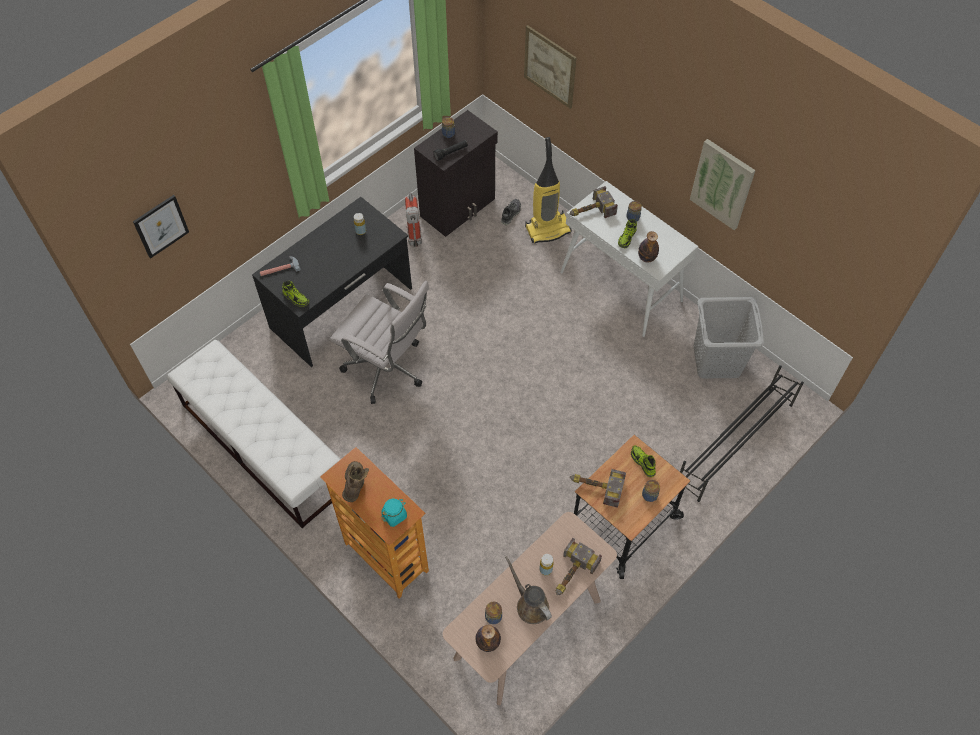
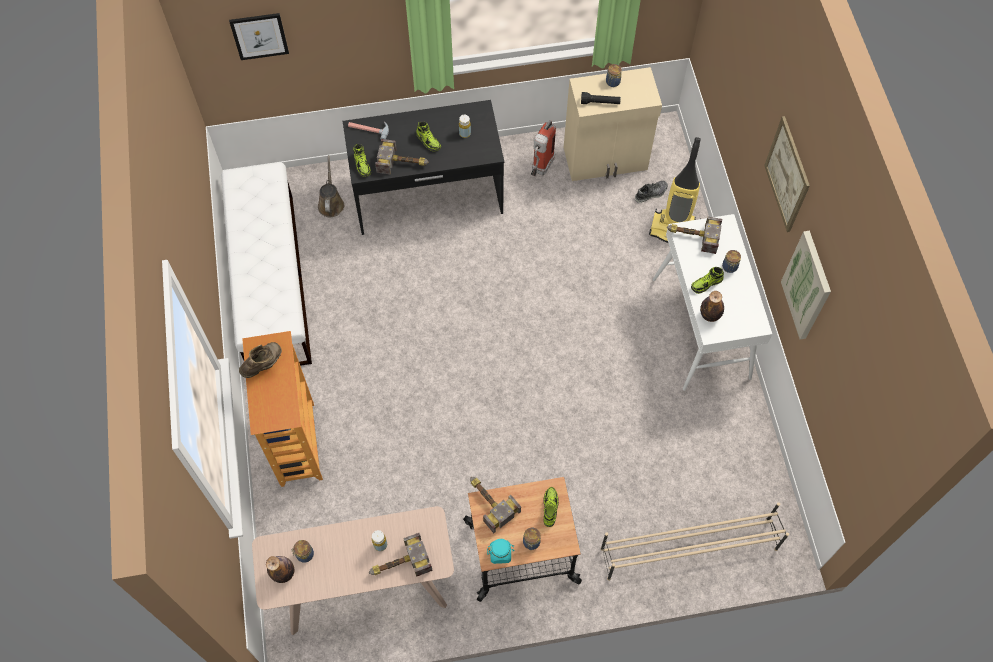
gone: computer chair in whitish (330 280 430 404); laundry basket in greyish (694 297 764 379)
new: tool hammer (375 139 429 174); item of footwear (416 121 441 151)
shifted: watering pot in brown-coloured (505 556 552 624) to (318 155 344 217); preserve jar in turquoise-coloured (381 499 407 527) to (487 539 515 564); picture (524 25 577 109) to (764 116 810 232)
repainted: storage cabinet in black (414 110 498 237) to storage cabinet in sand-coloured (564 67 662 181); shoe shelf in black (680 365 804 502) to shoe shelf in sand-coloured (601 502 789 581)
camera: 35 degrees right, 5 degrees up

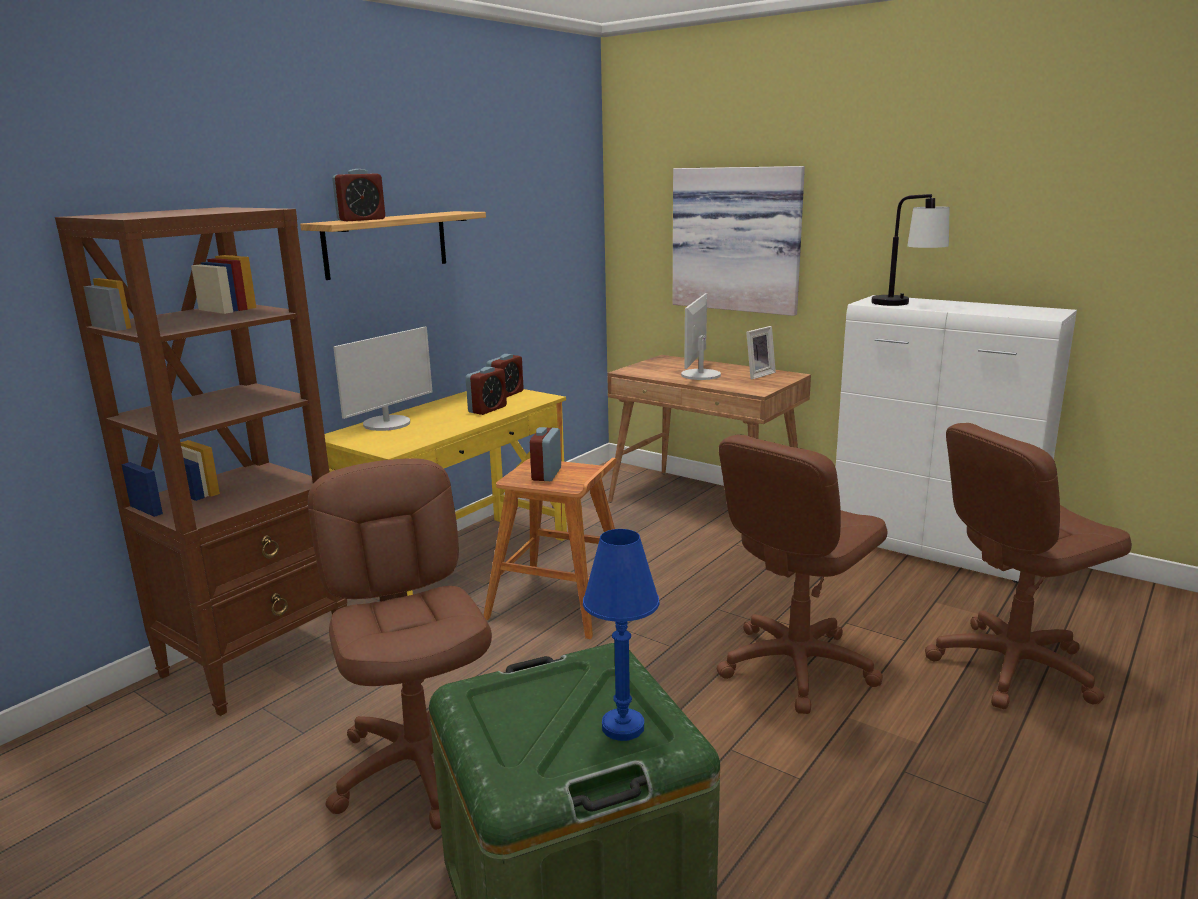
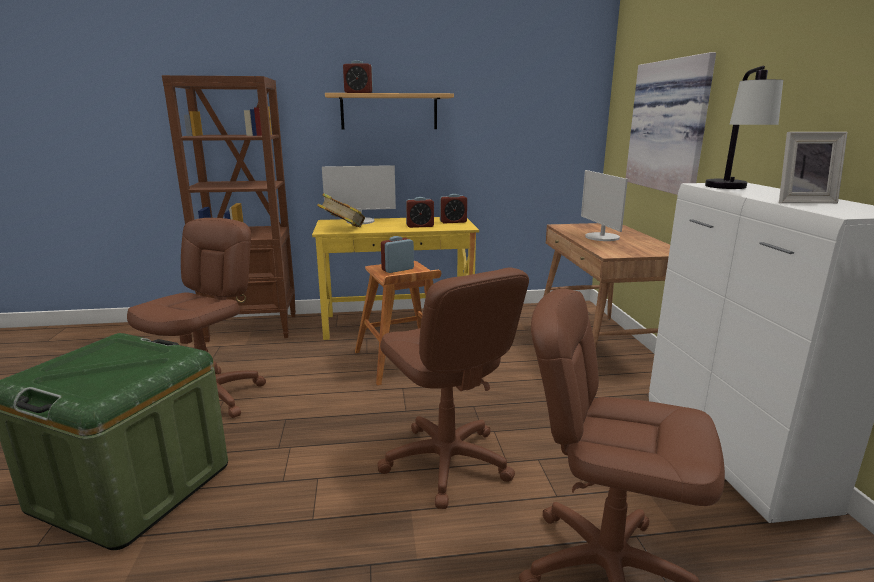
gone: lamp for a table in blue (583 529 660 741)
new: volume (317 193 365 227)
shifted: photo frame (746 326 776 380) to (779 132 848 203)
rotated: computer chair in brown-coloured (716 434 888 714) = (377 268 529 509) 120 degrees counterclockwise; monitor (681 293 721 380) = (581 170 628 241) 75 degrees counterclockwise
camera: 45 degrees right, 0 degrees up

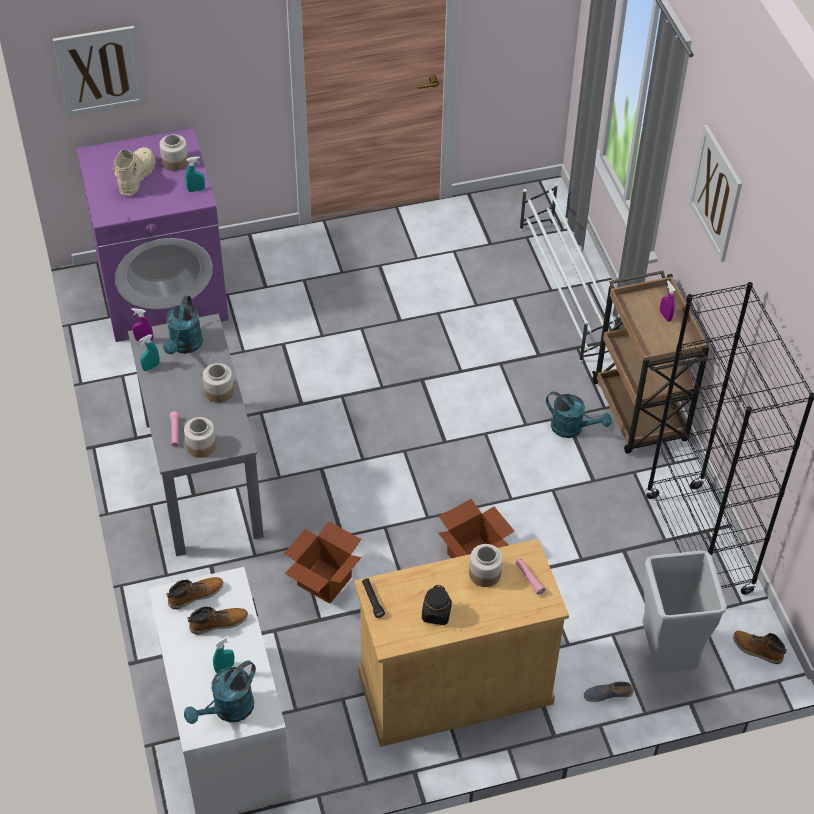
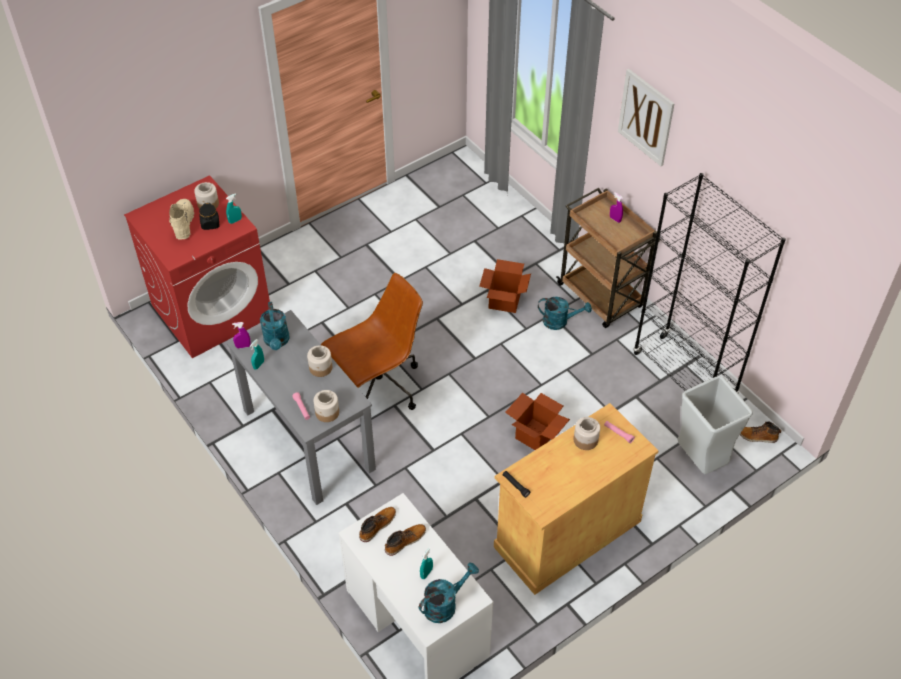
gone: picture (53 26 145 117); shoe shelf in whitish (520 183 621 363); item of footwear (584 682 634 702)
new: computer chair in brown-coloured (321 273 423 410)
shifted: preserve jar in black (422 585 452 625) to (199 203 219 230); cardboard box (284 521 362 604) to (479 259 531 313)
repainted: laundry machine in purplish (76 128 229 342) to laundry machine in red (124 175 270 358)
rotated: watering pot in turquoise-coloured (184 660 256 724) = (419 562 479 623) 150 degrees counterclockwise
camera: 20 degrees left, 0 degrees up

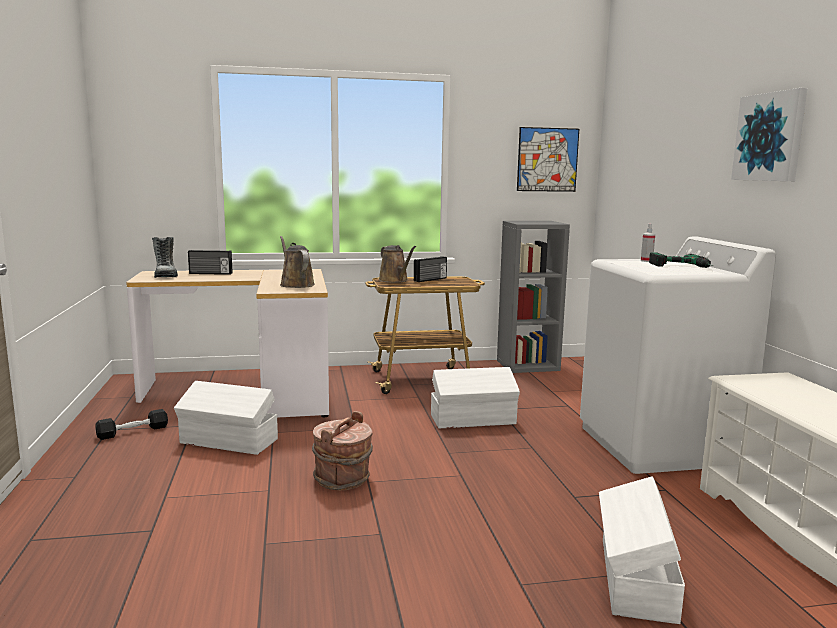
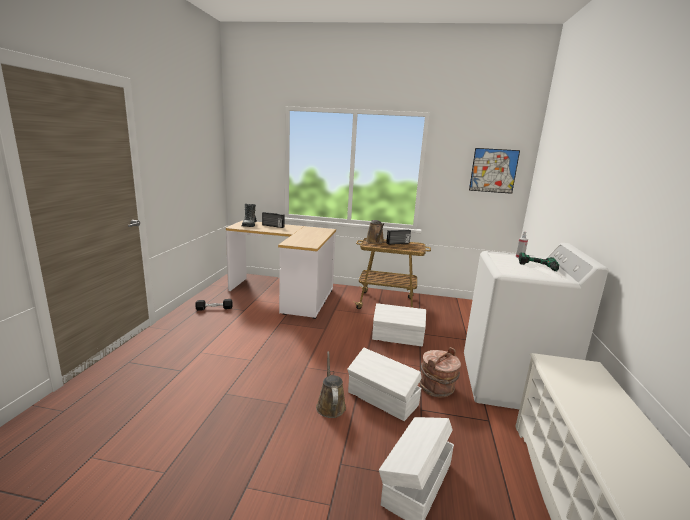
gone: bookcase in greyish (497 221 570 373); picture (731 88 807 181)
shifted: watering pot in brown-coloured (280 236 315 288) to (316 351 346 418); storage container in whitish (174 381 278 455) to (347 348 422 421); water bucket in brown-coloured (312 411 373 490) to (419 347 461 398)
camera: 20 degrees right, 5 degrees up

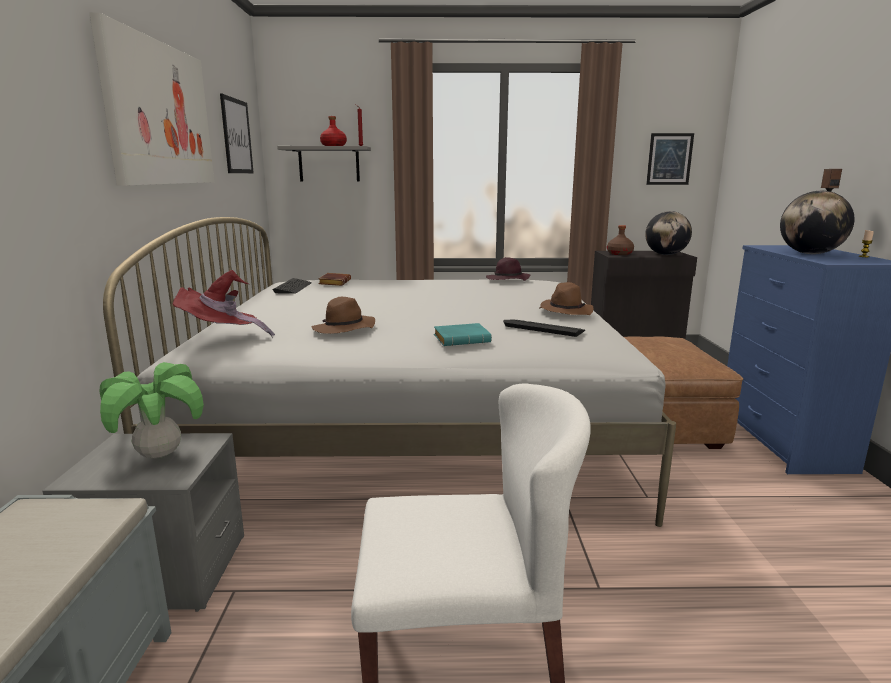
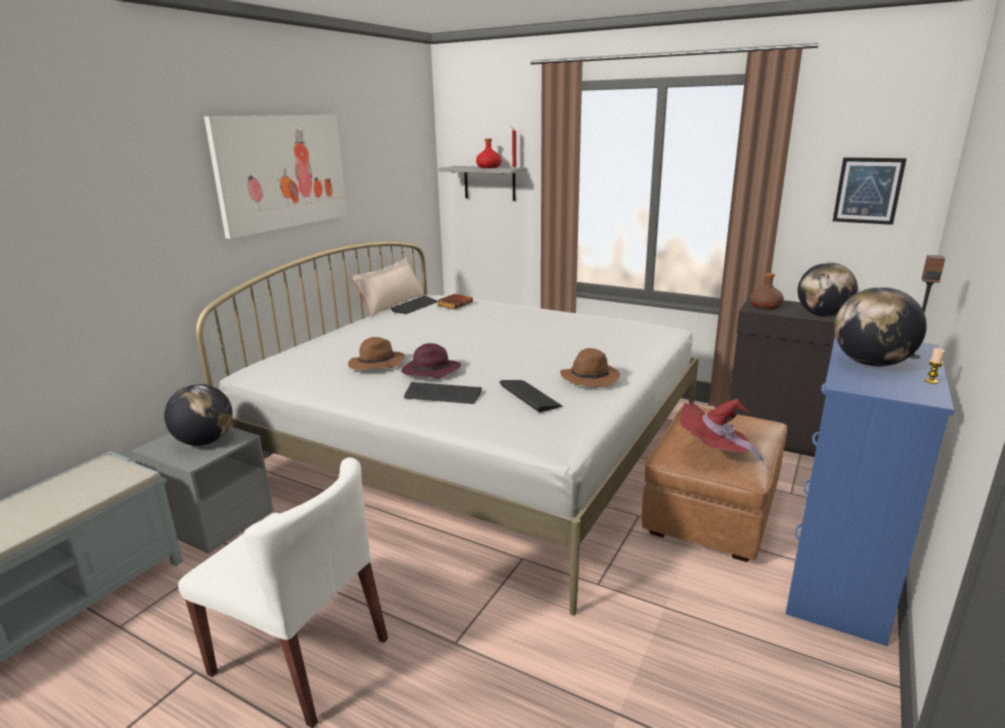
gone: picture (220 94 254 173)
new: cushion in sand-coloured (350 258 424 317)
shifted: hat in purplish (486 257 530 281) to (401 343 461 379); hat in red (172 270 275 338) to (680 399 764 466)
swapped: potted plant (100 362 204 459) to globe (164 384 233 446); volume in turquoise-coloured (434 323 492 346) to keyboard (404 382 482 404)
camera: 30 degrees right, 5 degrees up

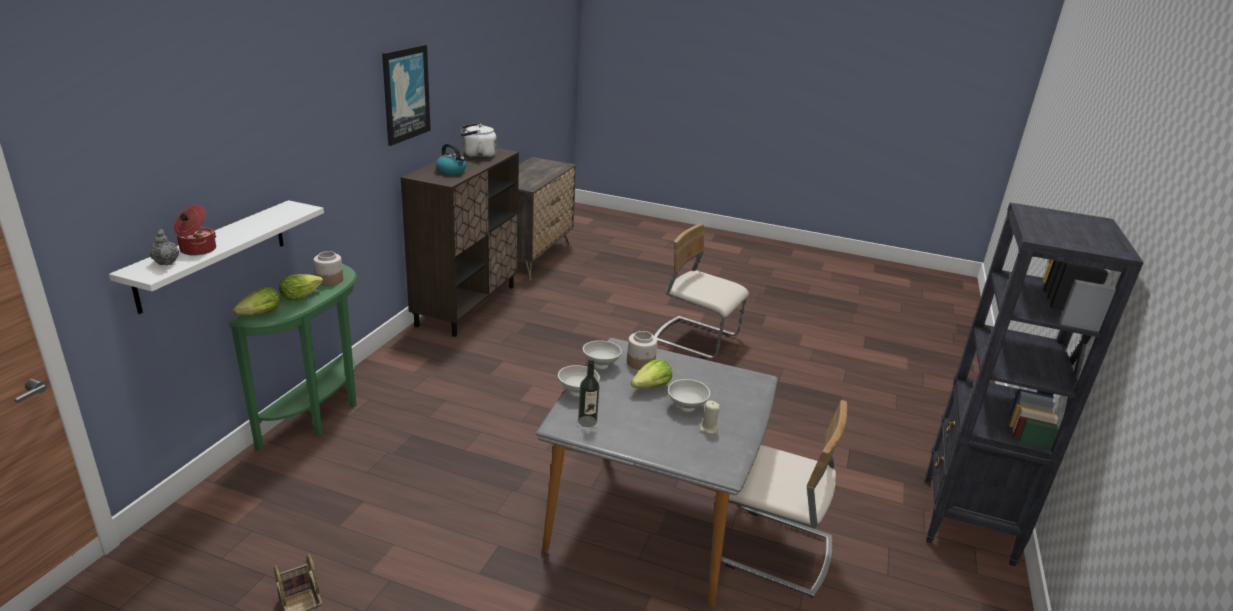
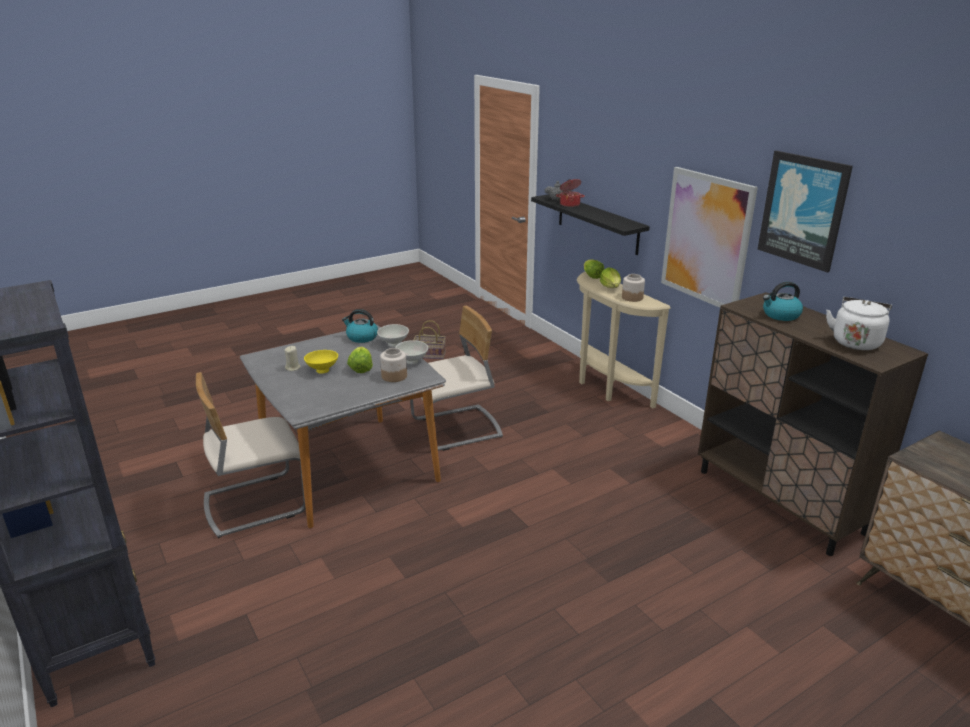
new: picture (661 167 758 308)
shifted: plain chair in sand-coloured (654 223 749 359) to (410 306 503 451)
swapped: bottle (578 360 599 427) to kettle (342 309 378 343)
repainted: deep dish in whitish (668 379 710 412) to deep dish in yellowish (304 350 338 374); shelf in whitish (109 200 324 314) to shelf in black (531 194 650 255); console table in green (228 264 357 450) to console table in sand-coloured (577 272 671 408)
camera: 130 degrees right, 0 degrees up

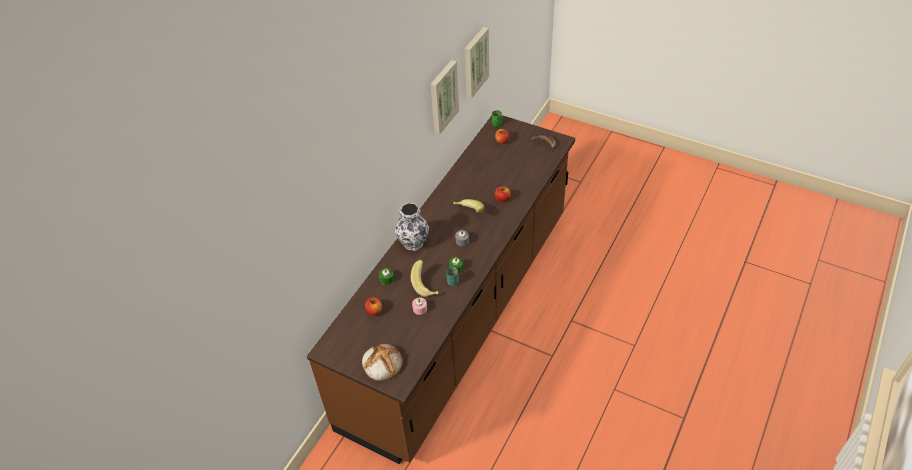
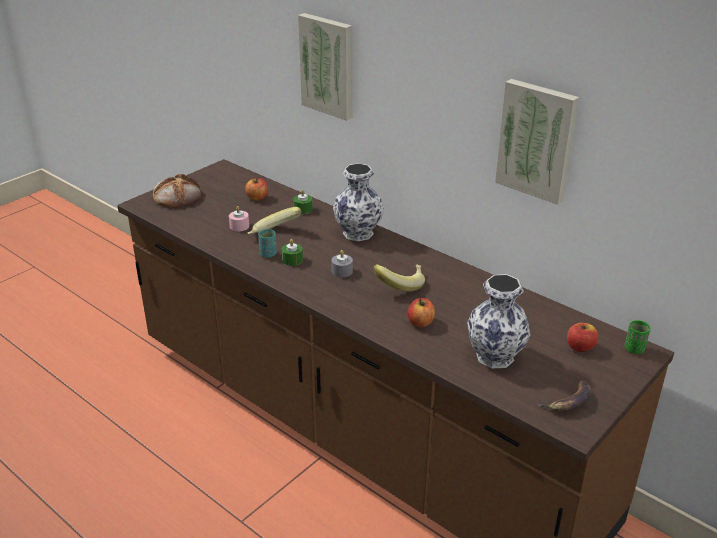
new: vase (467 274 530 369)
shifted: picture (465 27 489 98) to (298 13 353 121)
camera: 100 degrees right, 15 degrees down

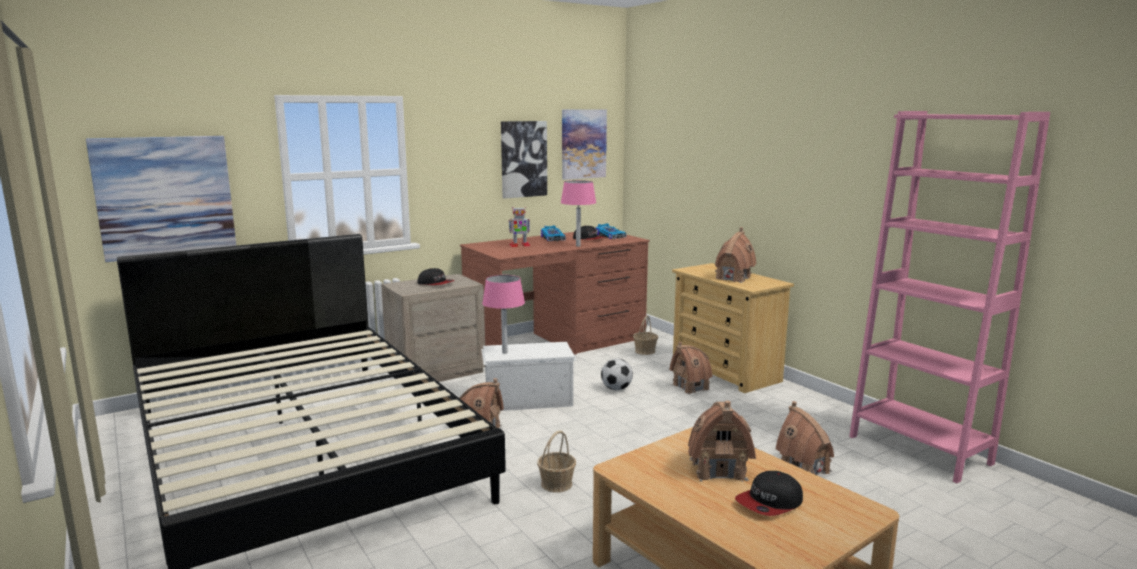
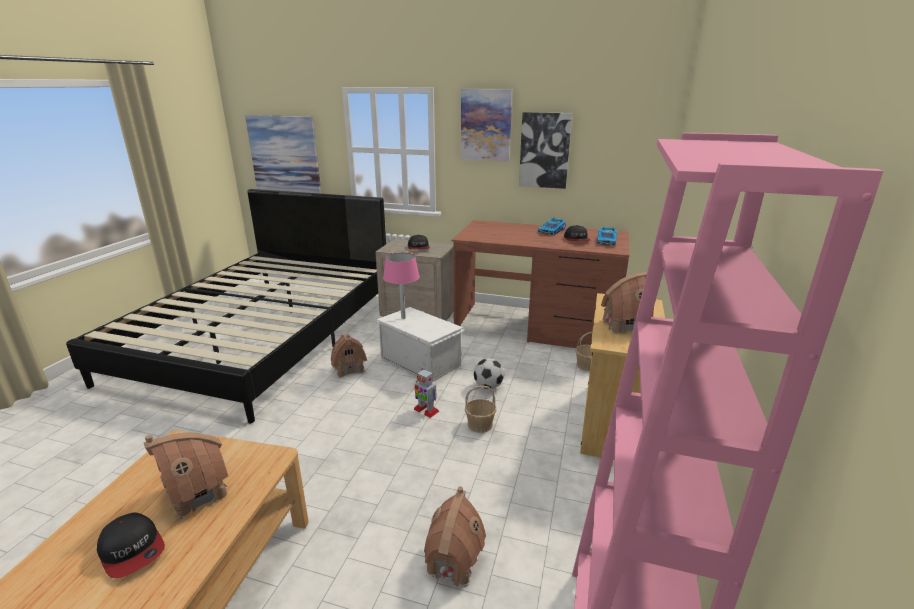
gone: lamp for a table in pink-coloured (561 180 596 247); miniature house (669 342 713 395)
shifted: toy robot (509 207 530 247) to (413 368 439 418); picture (562 109 607 180) to (461 89 512 161); household basket (537 431 576 493) to (465 385 496 433)
rotated: baseball cap (735 471 803 516) = (97 512 165 578) 150 degrees counterclockwise
camera: 50 degrees right, 10 degrees up

